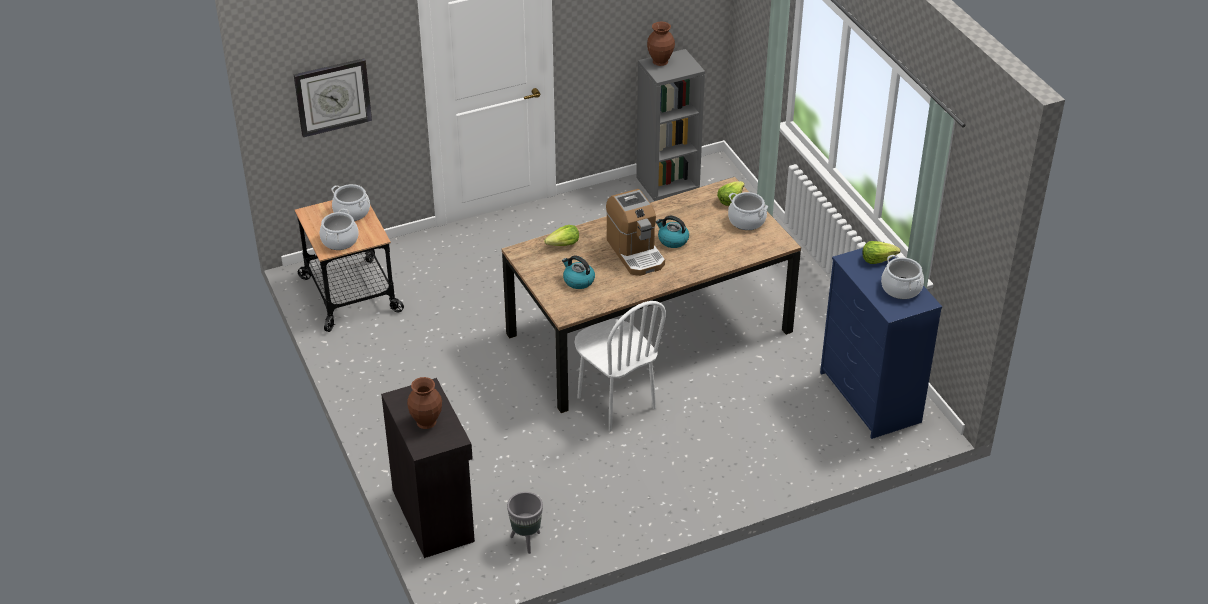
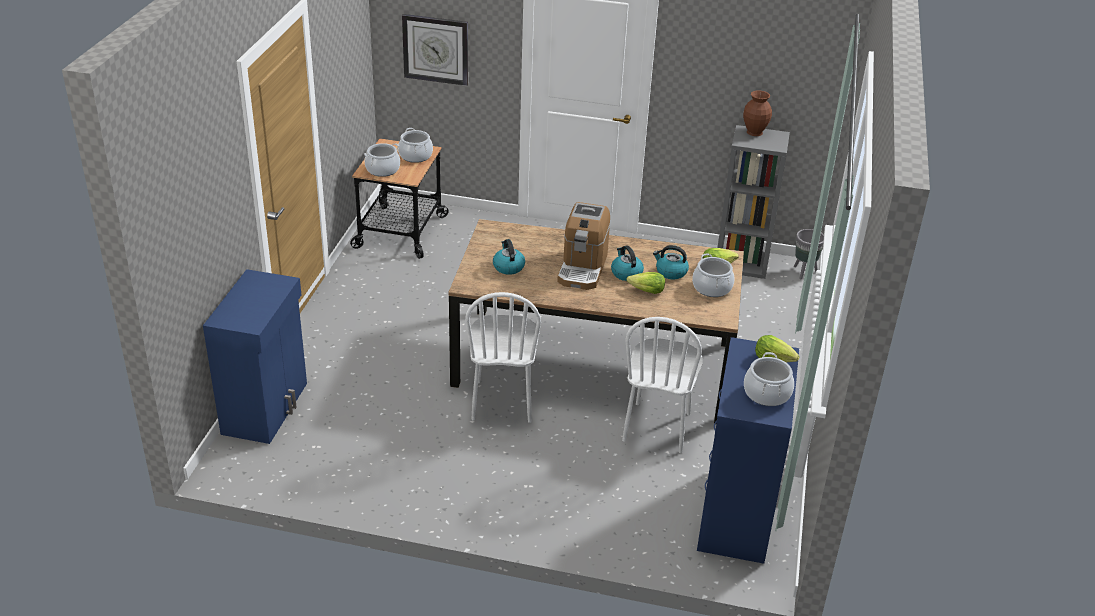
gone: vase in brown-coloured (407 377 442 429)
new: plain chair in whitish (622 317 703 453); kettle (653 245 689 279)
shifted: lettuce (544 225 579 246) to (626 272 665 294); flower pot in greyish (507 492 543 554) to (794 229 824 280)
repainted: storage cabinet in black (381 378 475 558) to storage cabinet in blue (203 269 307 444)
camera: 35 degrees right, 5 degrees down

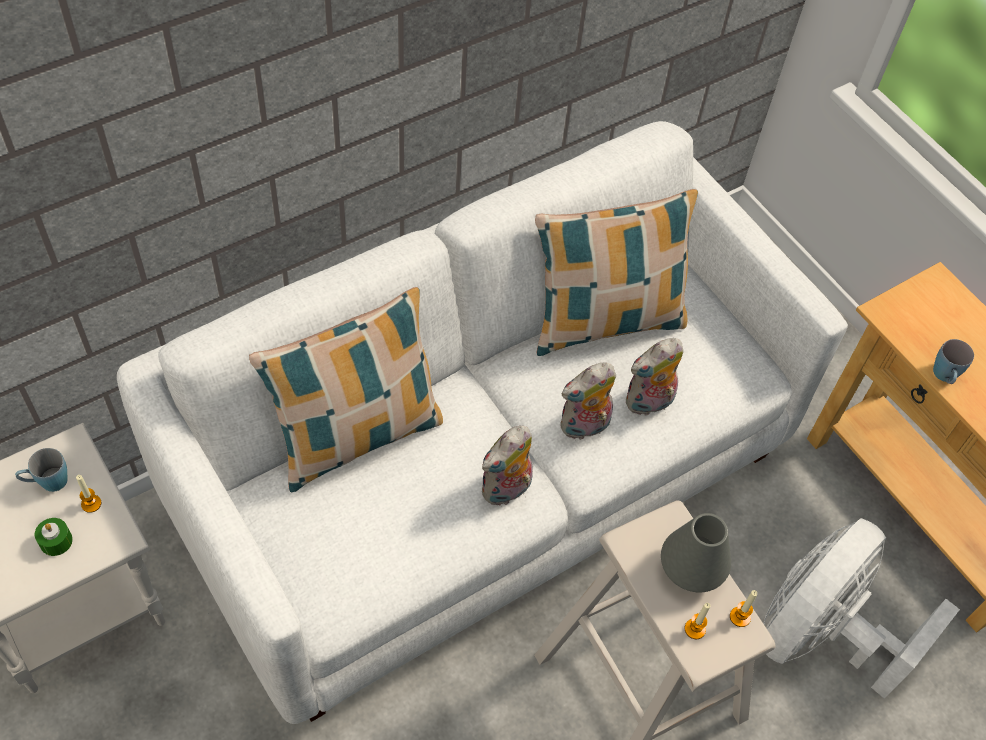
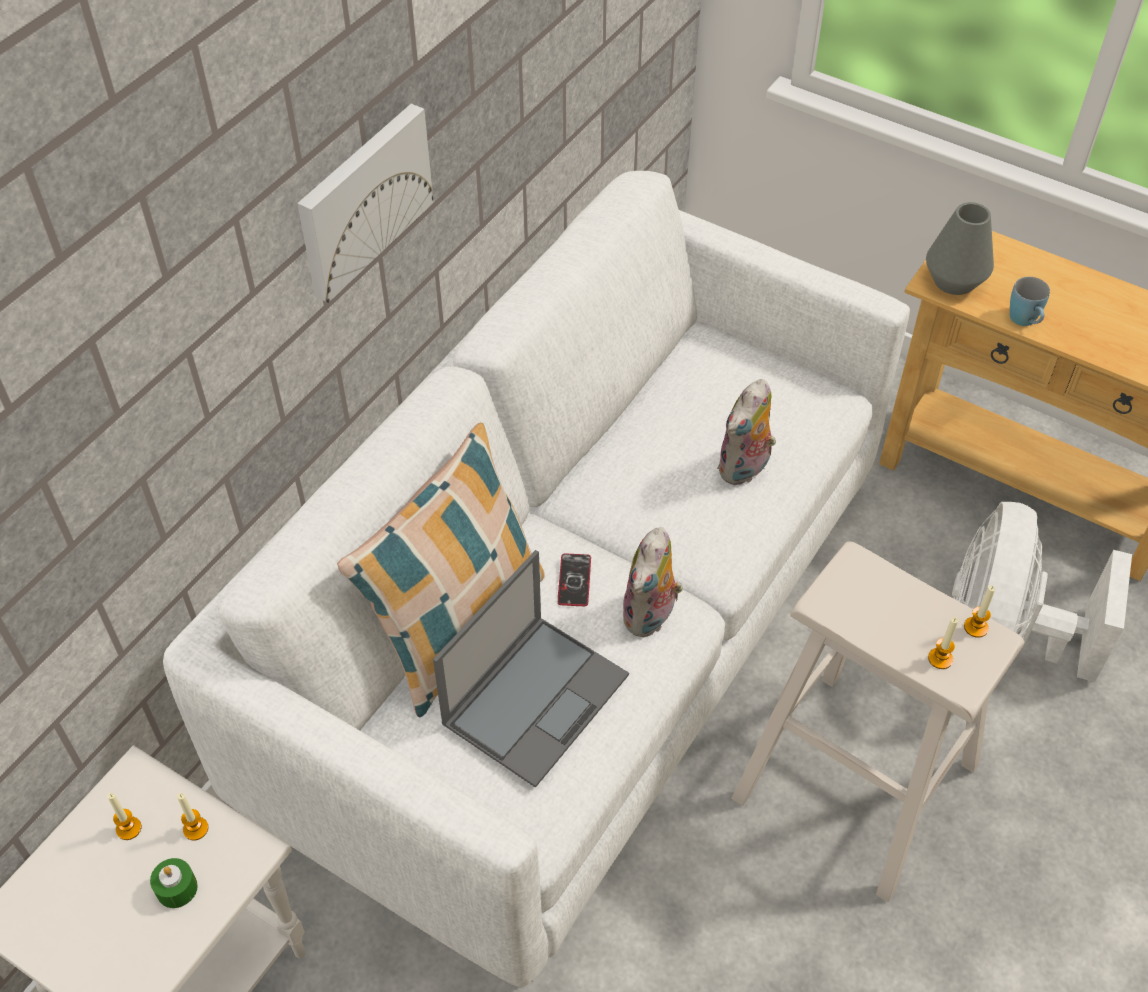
gone: cushion (535 189 698 356); cuddly toy (560 362 616 440)
new: picture (297 104 434 303); notebook computer (433 550 629 788); phone (558 553 591 606)
shifted: vase in greyish (661 513 731 592) to (926 202 994 295)
swapped: mug in blue (15 448 68 492) to wax candle (107 793 141 840)
camera: 20 degrees left, 5 degrees down

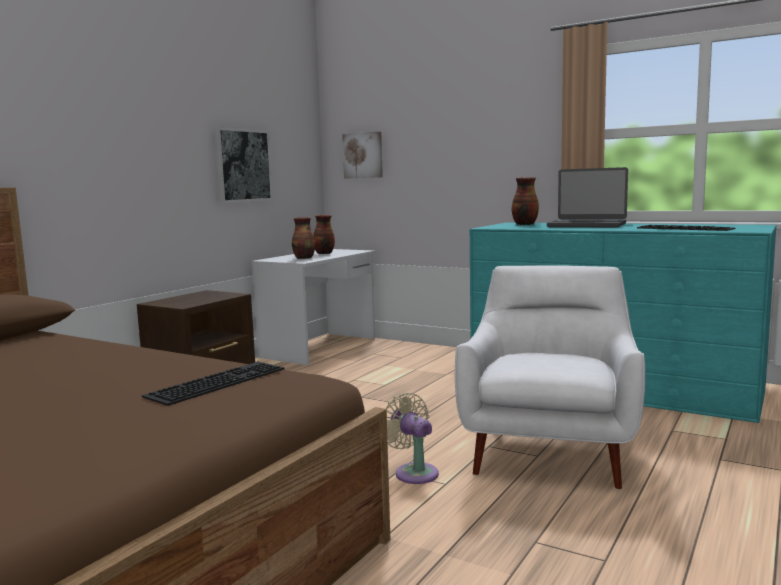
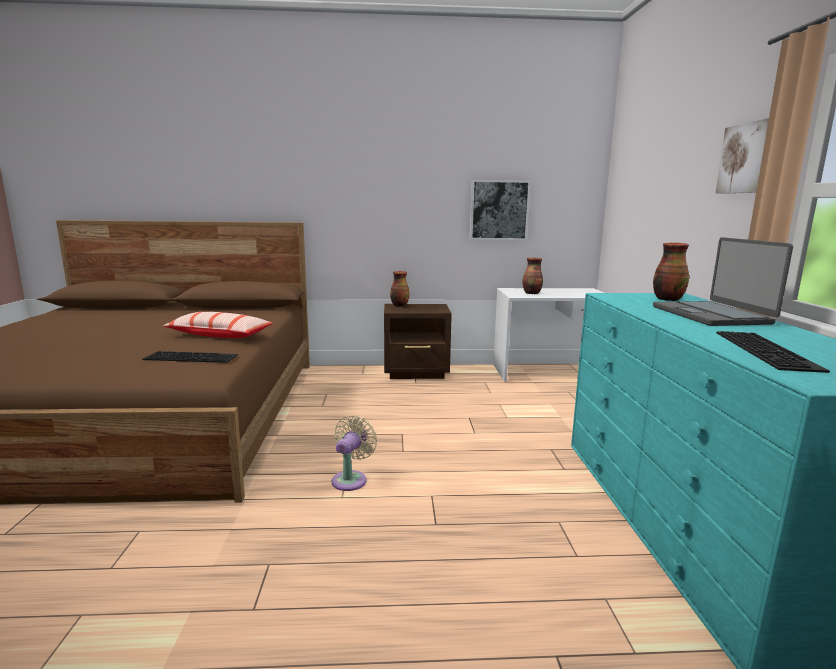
gone: lounge chair in whitish (455 265 645 490)
new: cushion (163 312 272 338)
shifted: vase (313 215 335 254) to (390 271 410 307); picture (342 132 383 179) to (715 118 769 194)
camera: 55 degrees right, 5 degrees up

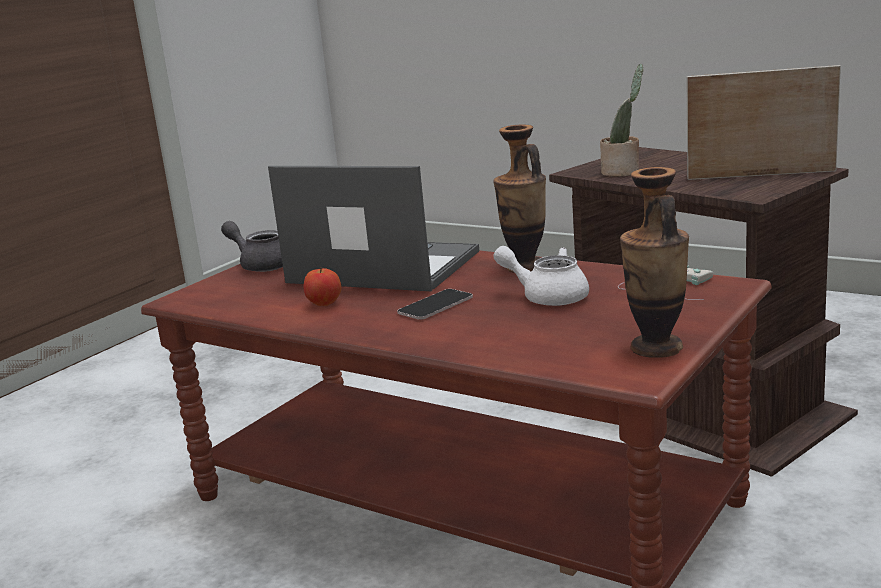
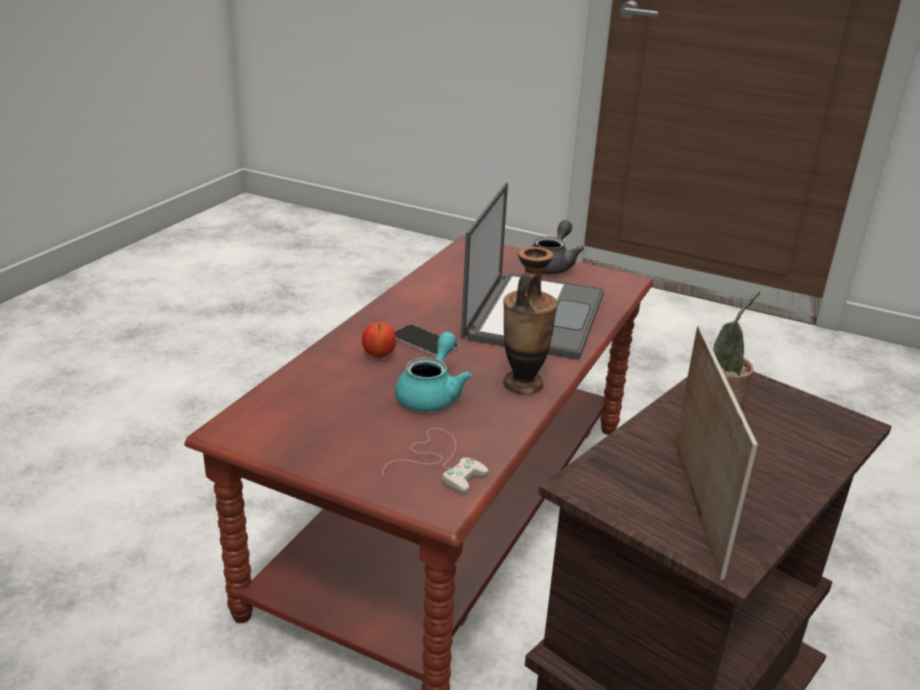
gone: vase (620 167 689 358)
shifted: apple fruit (304 268 341 306) to (362 323 396 358)
repainted: pot for tea in whitish (493 246 589 306) to pot for tea in turquoise-coloured (395 332 472 412)
camera: 80 degrees right, 10 degrees up

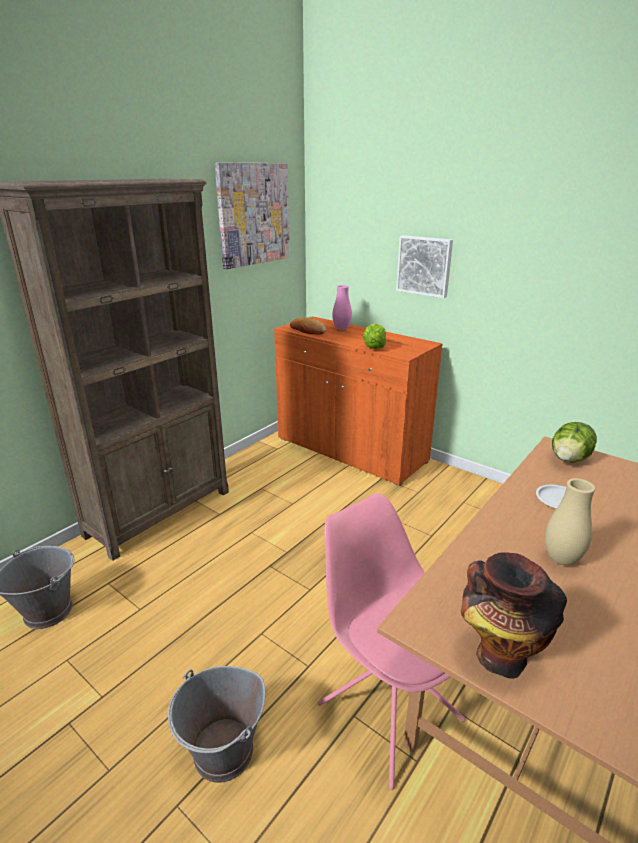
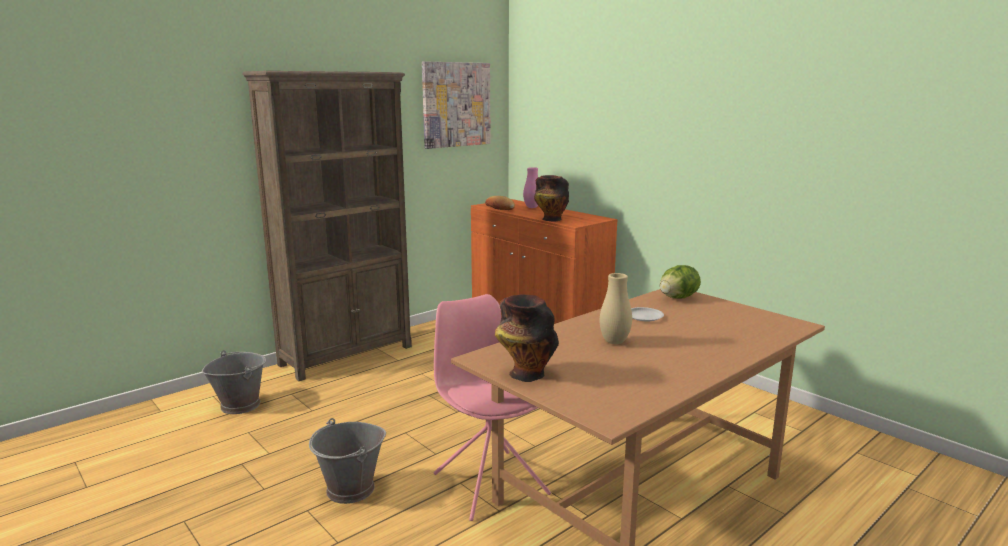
gone: picture (396 235 453 298)
swapped: lettuce (363 324 386 349) to vase (534 175 569 222)
camera: 10 degrees right, 10 degrees down

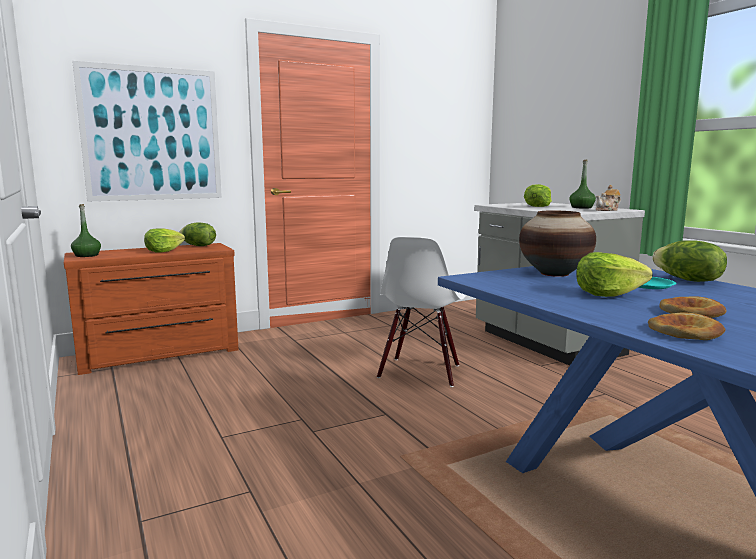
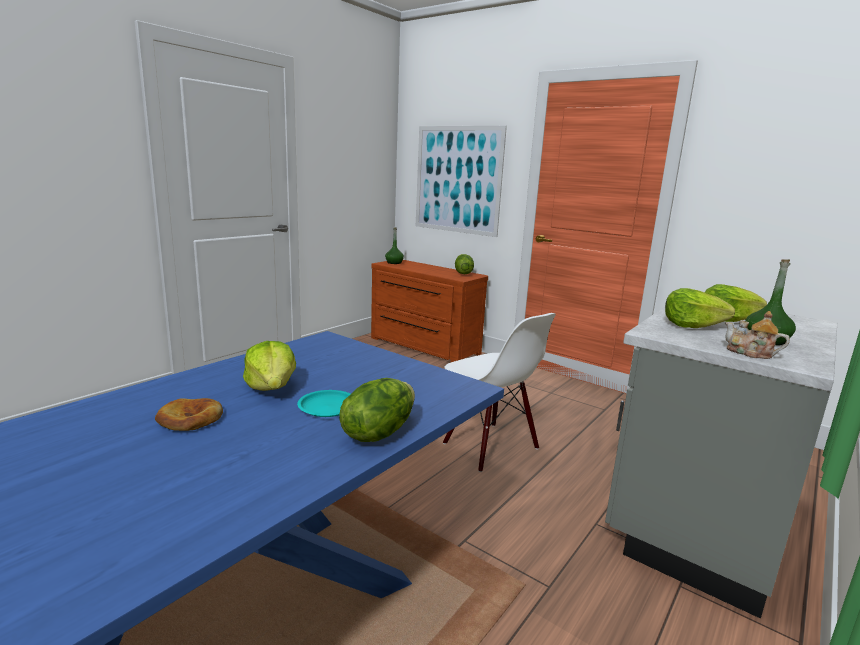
gone: vase (519 210 596 277); bread (648 313 726 340)
shifted: lettuce (144 228 185 253) to (665 288 735 328)
rotated: plain chair in whitish (377 237 466 387) = (443 313 556 472) 120 degrees counterclockwise
camera: 65 degrees right, 5 degrees up

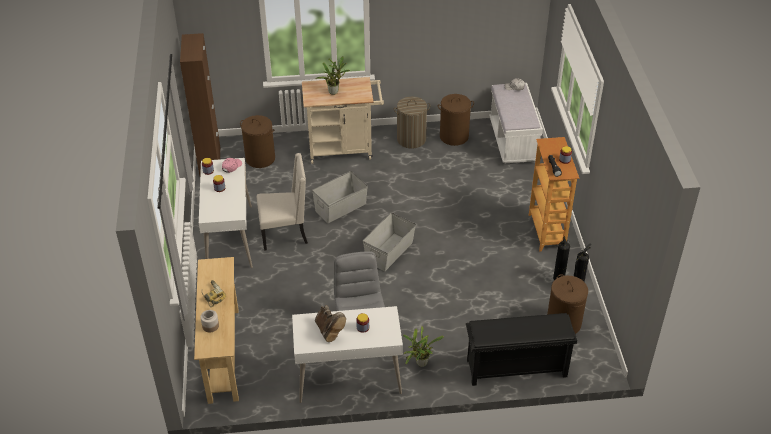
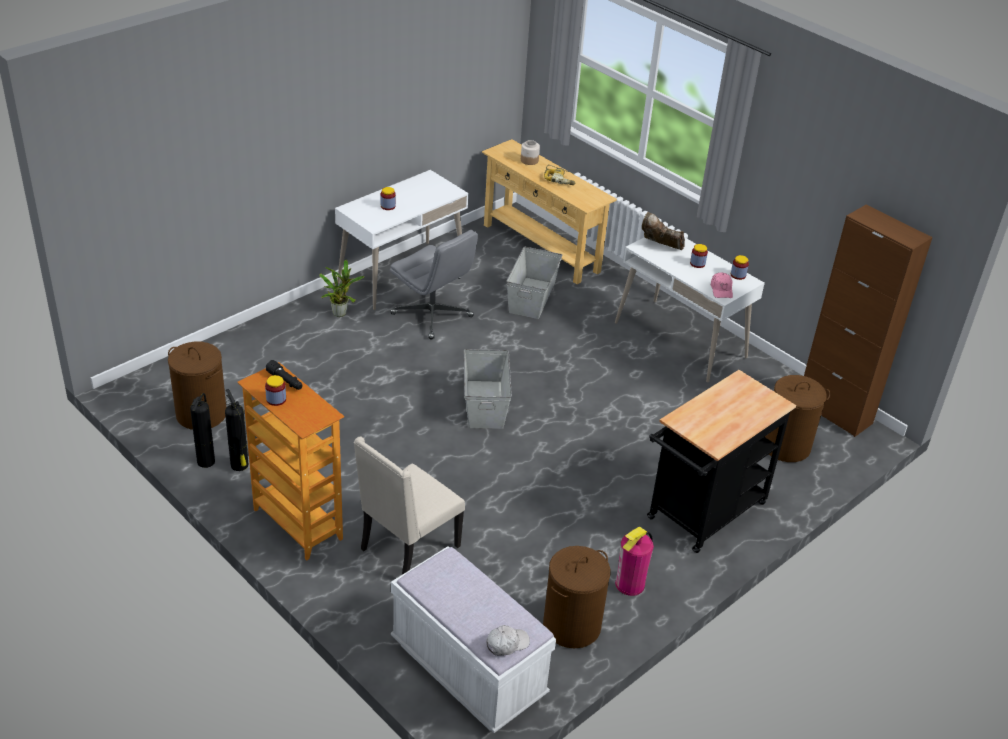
gone: potted plant (315 56 350 95); shoe shelf in black (466 313 577 386)
shifted: plain chair in sand-coloured (257 153 308 251) to (354 436 465 575); storage container in greyish (312 171 368 223) to (506 247 562 319); tall boot in brown-coloured (315 305 346 342) to (642 212 685 250)
swapped: laundry basket (394 97 430 149) to fire-fighting cylinder (615 526 654 596)
repainted: trolley in sand-coloured (302 77 384 164) to trolley in black (647 370 796 553)
camera: 140 degrees right, 5 degrees down

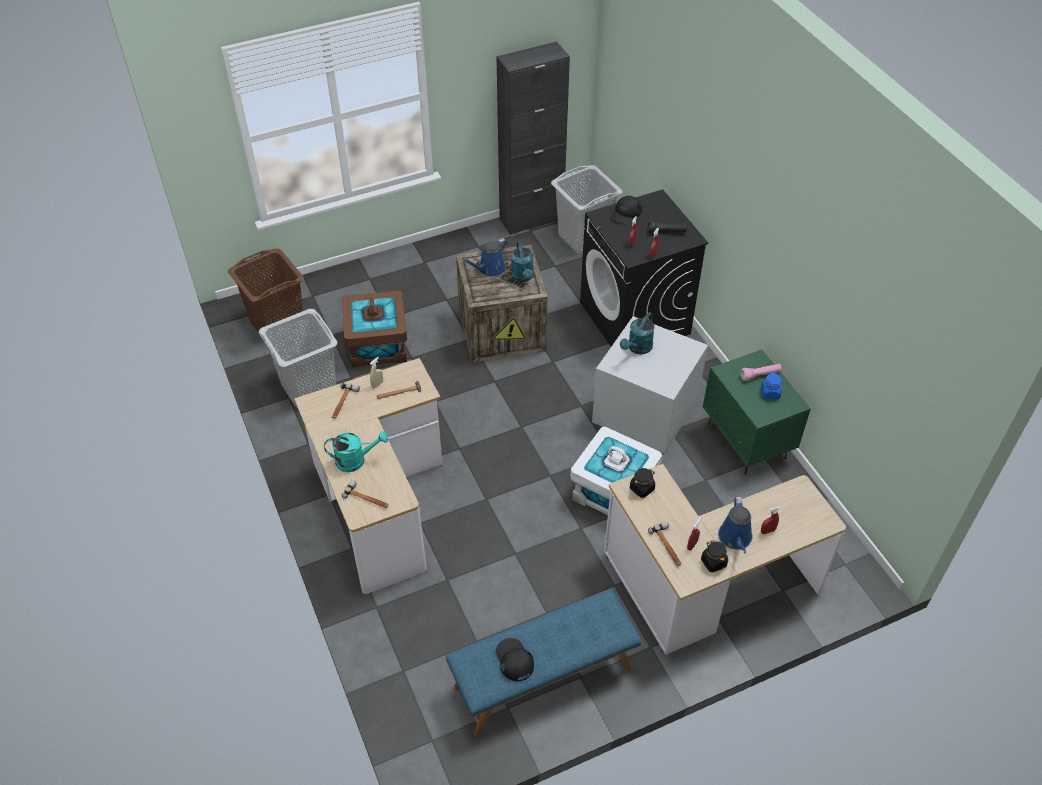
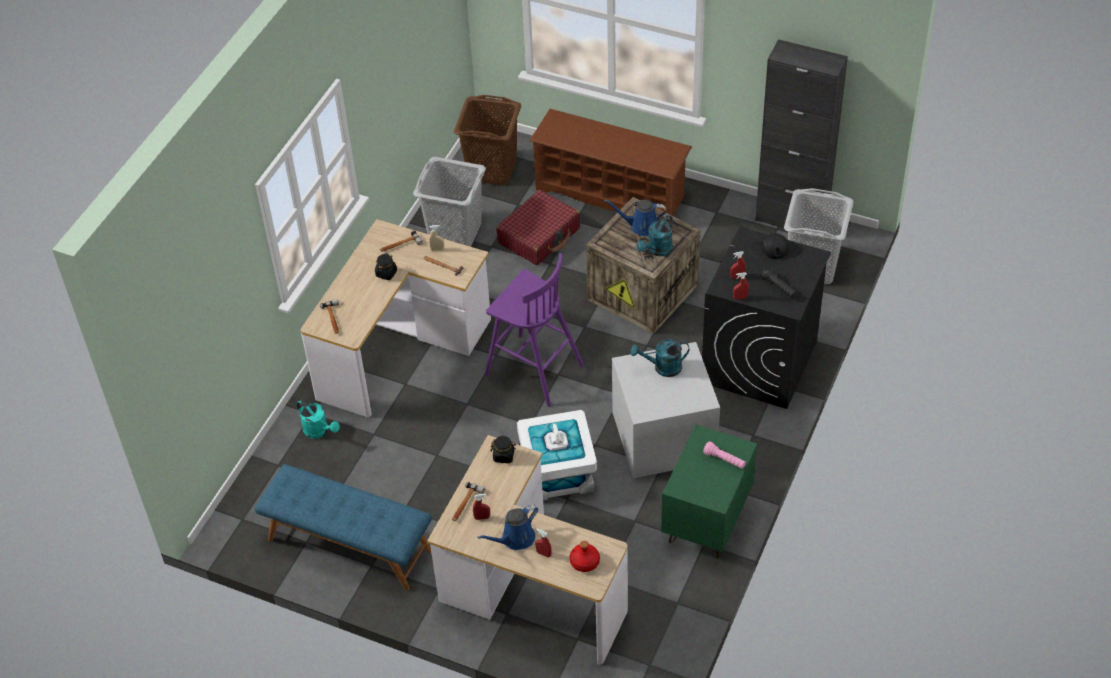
gone: baseball cap in black (496 638 534 681); preserve jar in blue (761 372 782 399)
new: stool in purplish (485 253 584 407); shoe shelf in brown-coloured (529 109 692 216); bottle in red (570 541 600 572)
shifted: watering pot in turquoise-coloured (324 431 388 472) to (296 400 340 439); preserve jar in black (701 540 728 572) to (375 254 397 280)
swapped: storage container in brown-coloured (342 290 407 368) to suitcase in red (496 190 580 265)
camera: 50 degrees right, 0 degrees up

